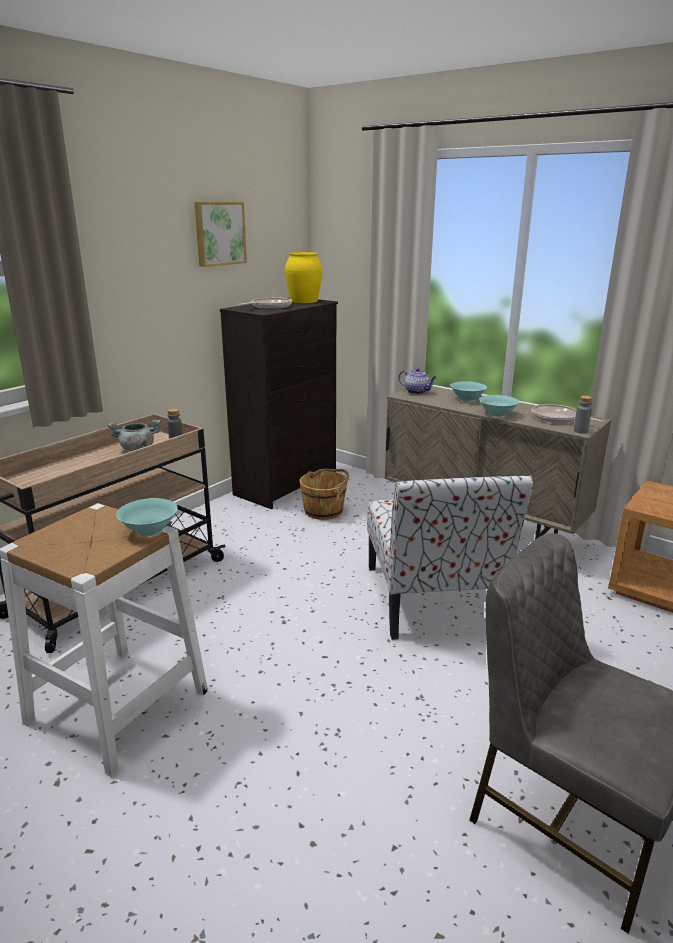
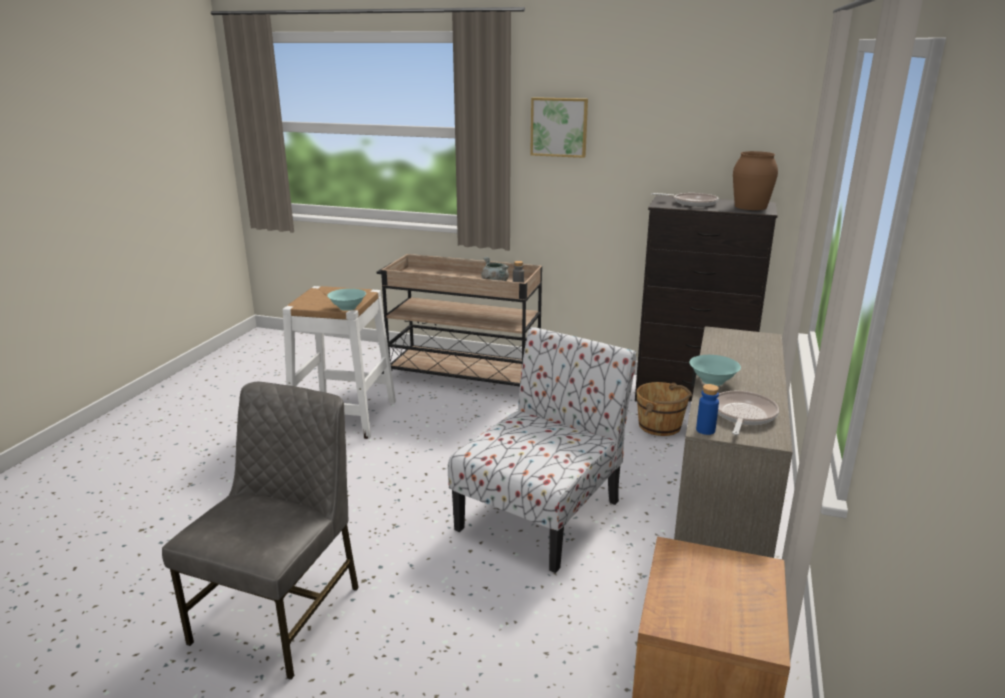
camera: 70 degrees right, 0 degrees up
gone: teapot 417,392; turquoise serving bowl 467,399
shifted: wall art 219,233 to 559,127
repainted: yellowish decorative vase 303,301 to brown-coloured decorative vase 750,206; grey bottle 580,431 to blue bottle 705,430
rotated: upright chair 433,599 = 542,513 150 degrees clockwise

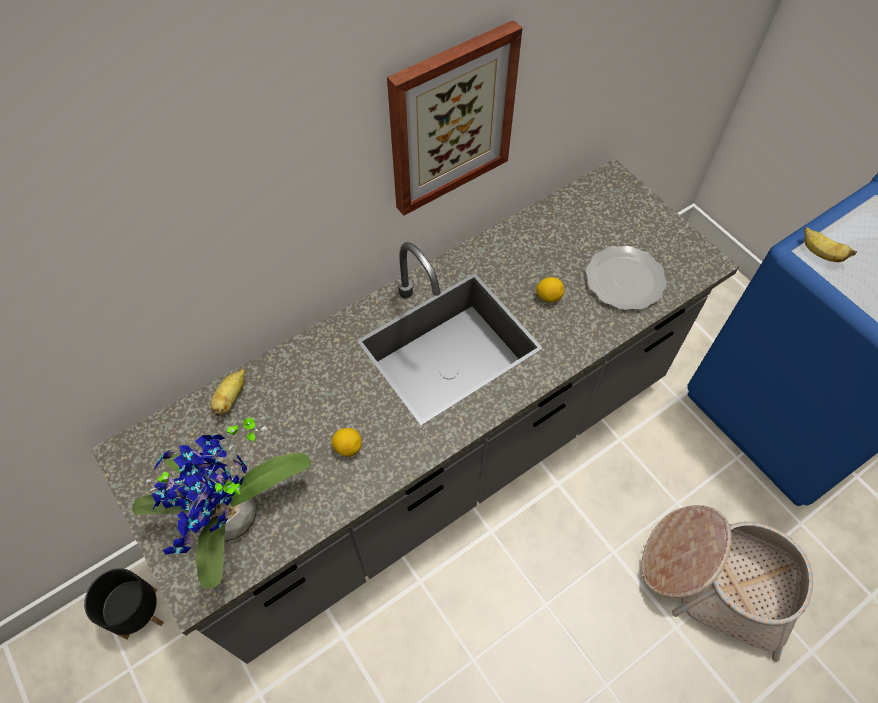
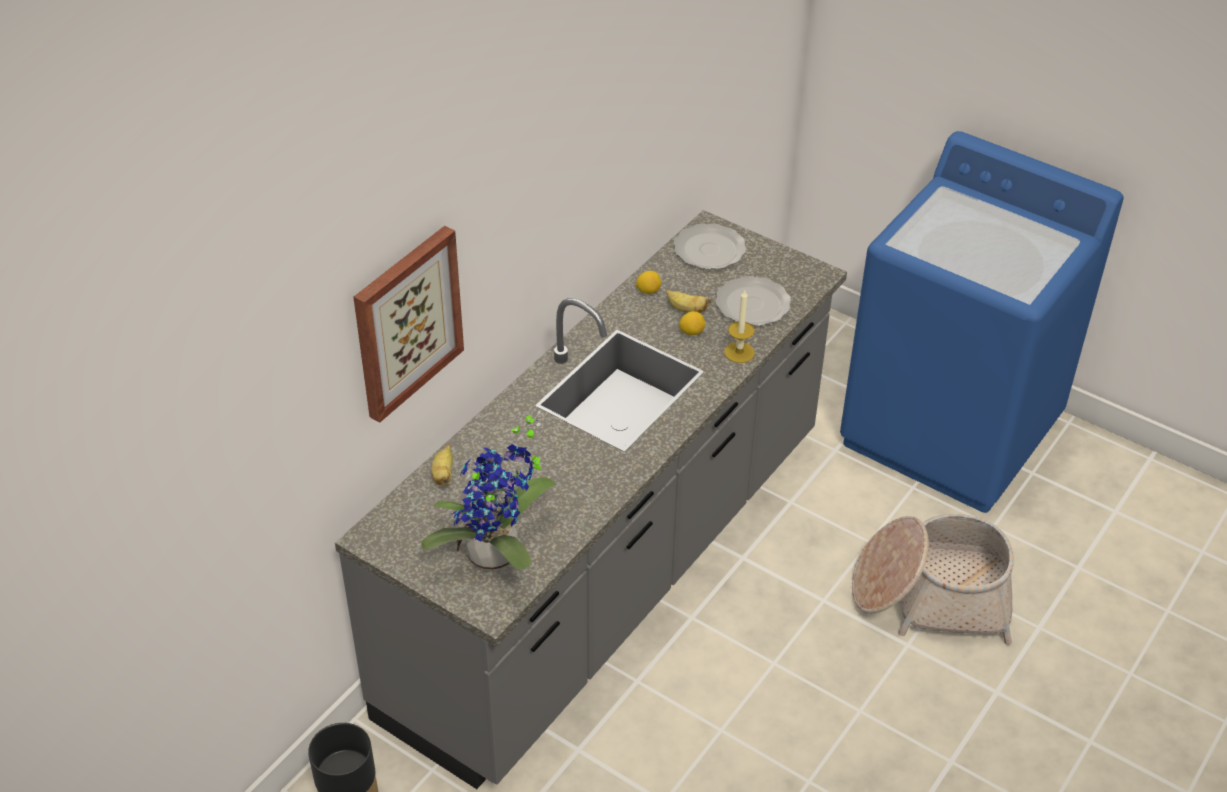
camera: 20 degrees left, 15 degrees down
new: flat dish 710,249; wax candle 739,352
shifted: citrus fruit 348,447 to 648,291; wall art 450,120 to 406,322; banana fruit 820,253 to 686,310

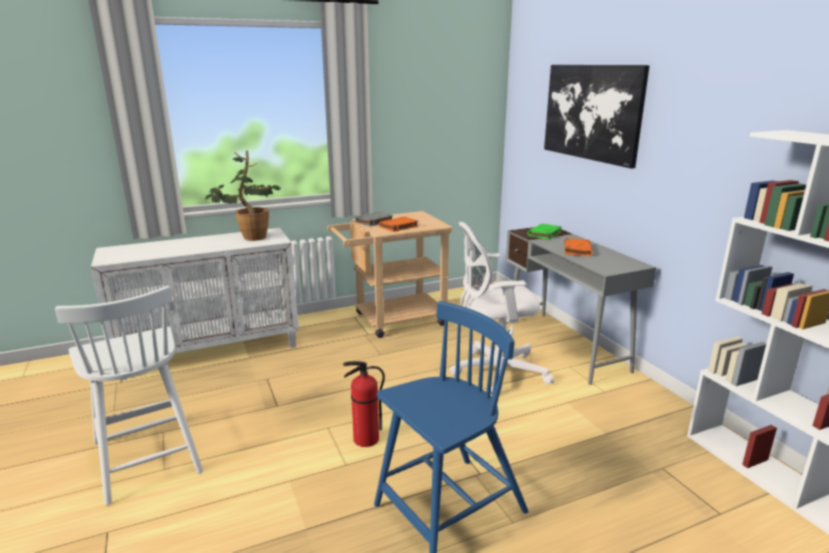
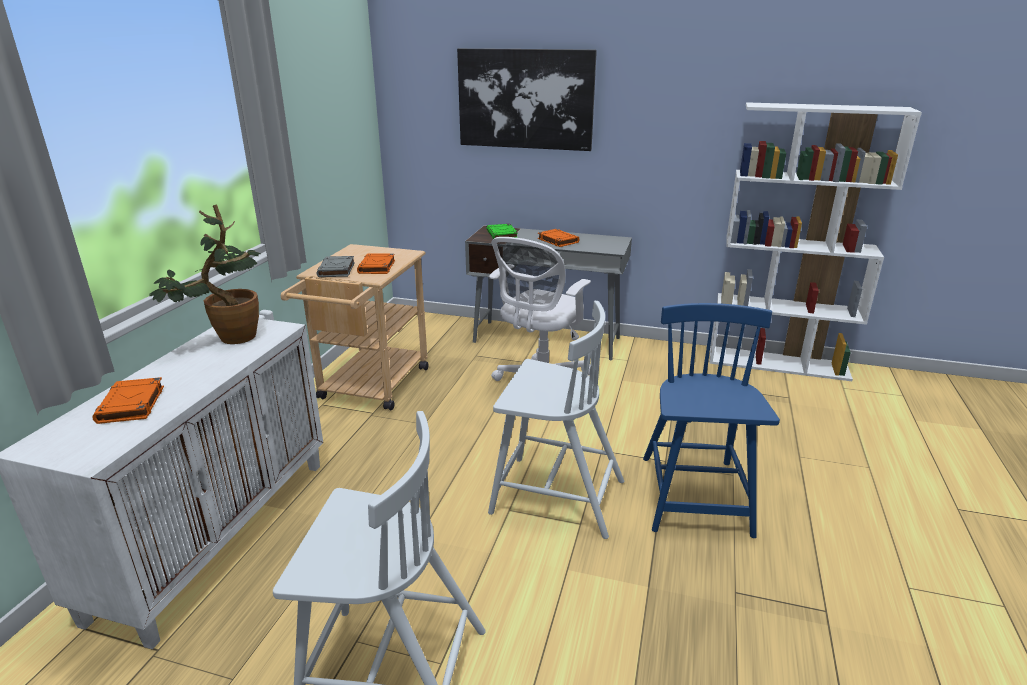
camera: 50 degrees left, 5 degrees up
new: orange-coloured bound book 131,405
swapped: fire extinguisher 365,439 to white-coloured upright chair 555,496

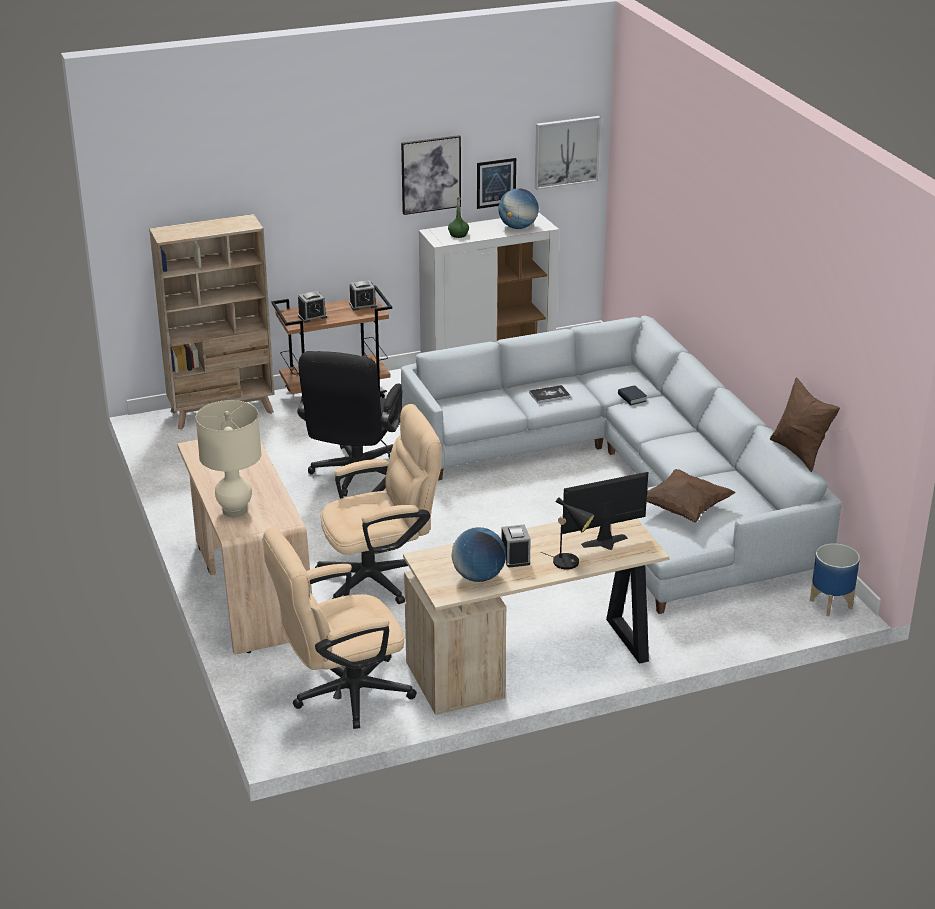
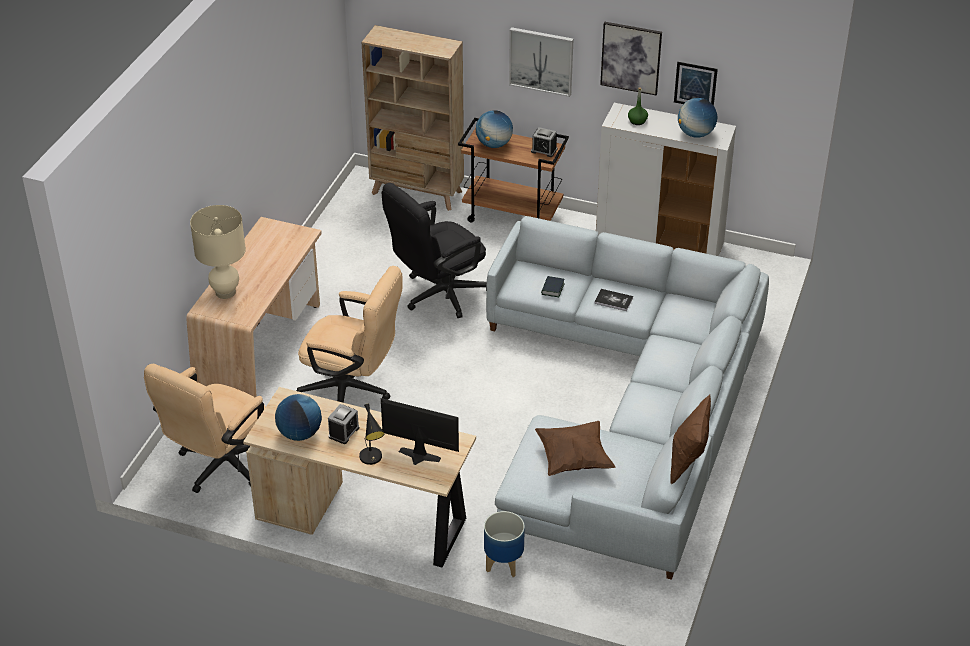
camera: 40 degrees right, 10 degrees up
shifted: wall art 566,152 to 541,61; bound book 632,398 to 552,289; flower pot 831,604 to 503,564
swapped: table clock 312,316 to world globe 494,144
rotated: beige desk chair 341,694 = 219,467 75 degrees counterclockwise

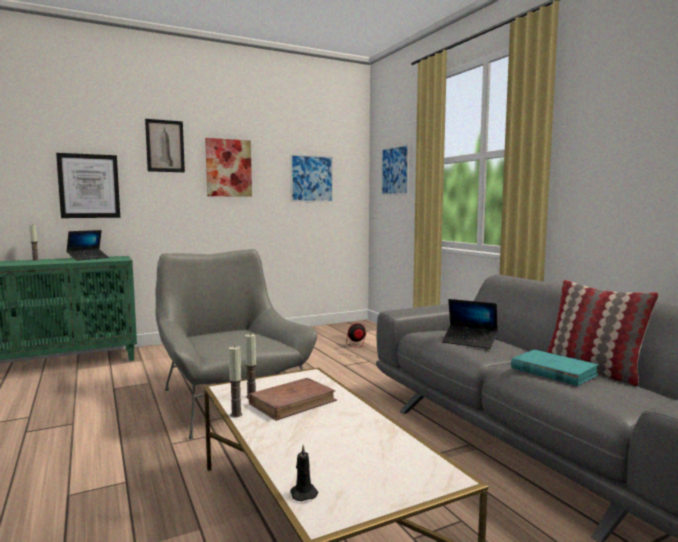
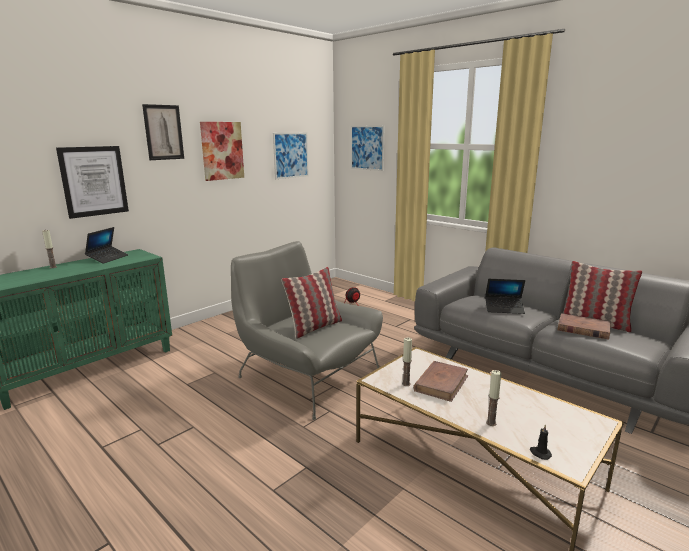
camera: 20 degrees left, 10 degrees up
new: pillow 314,327
shifted: wax candle 236,414 to 491,423
repainted: turquoise bound book 553,371 to brown-coloured bound book 582,329

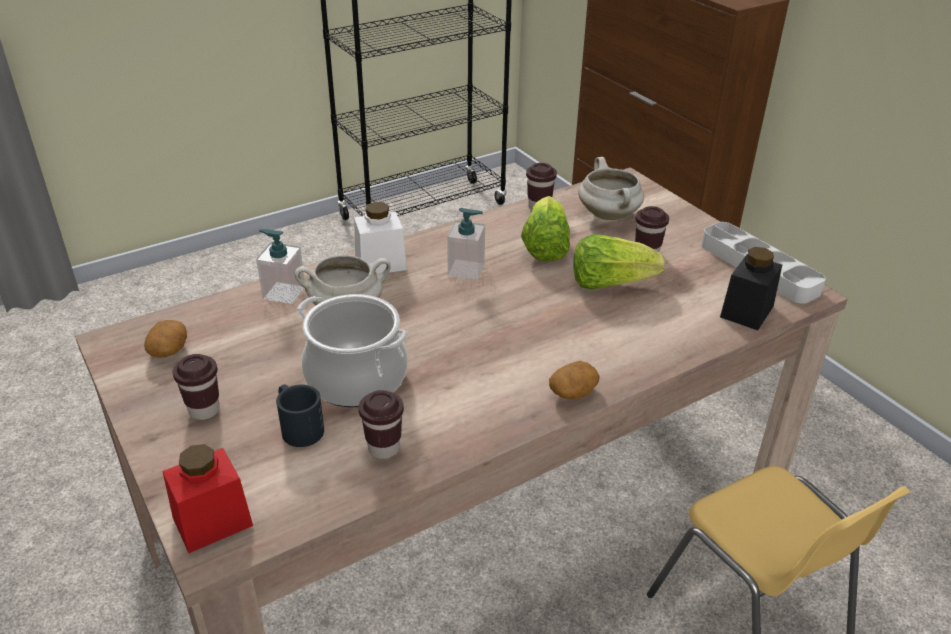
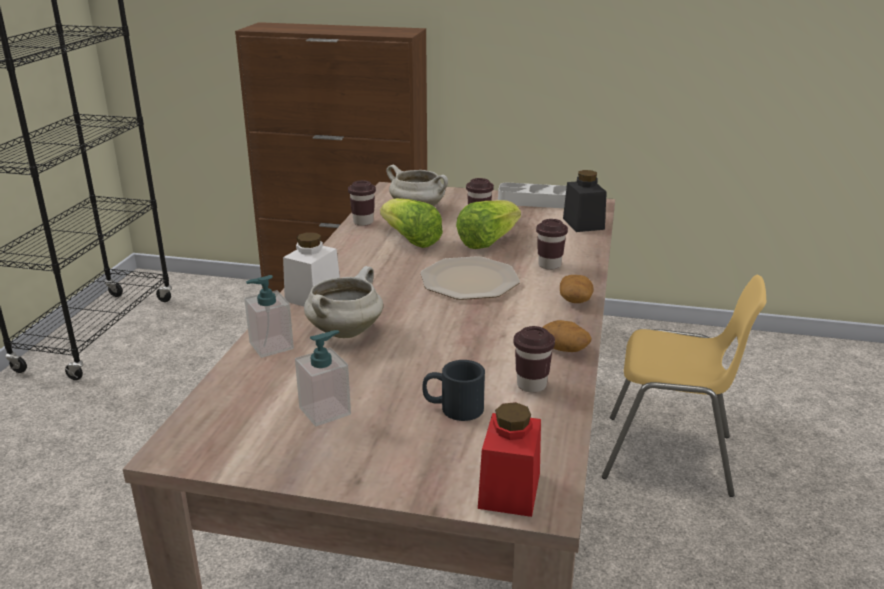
camera: 45 degrees left, 10 degrees down
gone: saucepot 356,379
new: flat dish 469,281
shifted: whole potato 168,350 to 565,348; brown-coloured cup 204,410 to 549,265; soap bottle 466,269 to 325,411

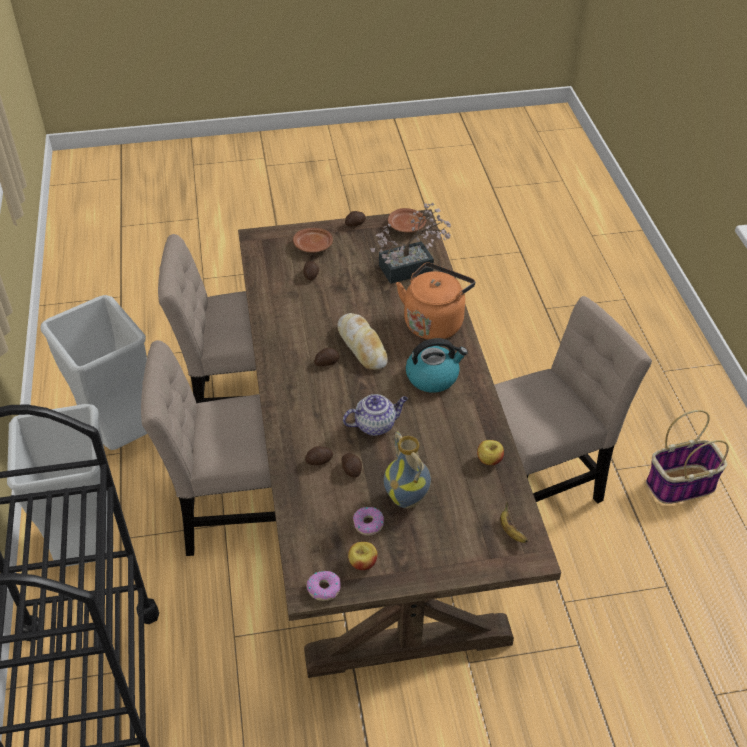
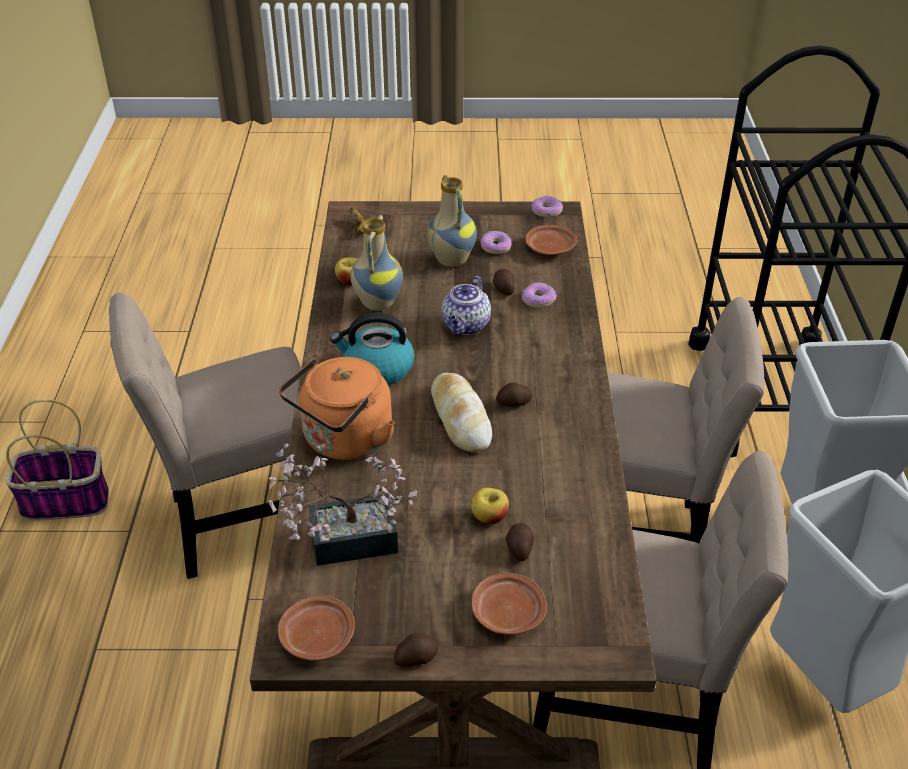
camera: 170 degrees left, 5 degrees down
new: decorative vase 376,303; brown-coloured flat dish 550,248
shifted: apple 362,563 to 489,517
swapped: whole potato 319,461 to ring doughnut 538,300
rotated: teapot 376,425 = 466,326 60 degrees counterclockwise

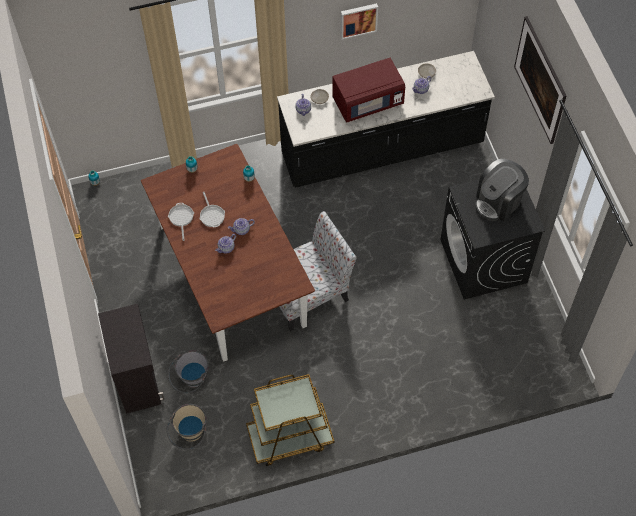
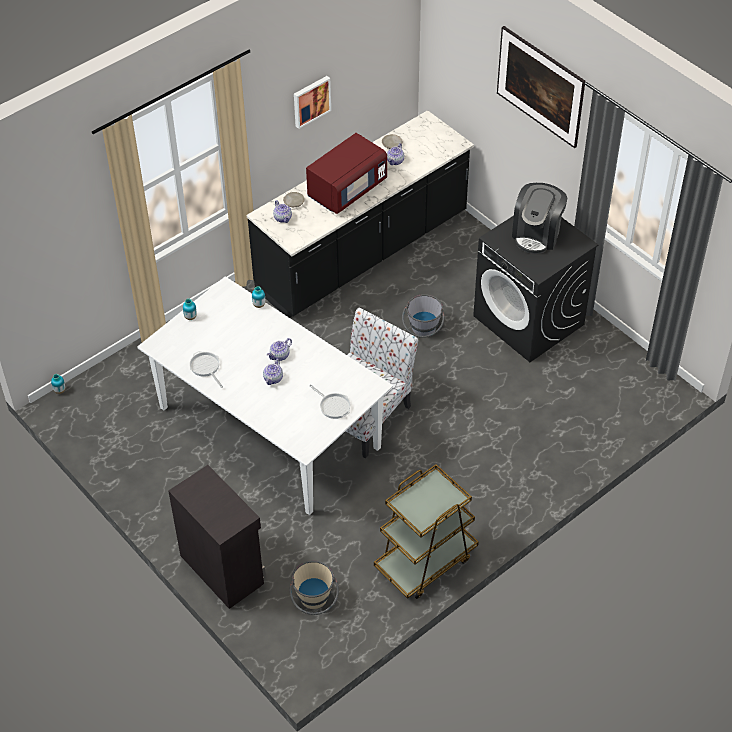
camera: 25 degrees left, 10 degrees down
shifted: grey bucket 191,381 to 423,332; pan 212,215 to 333,406
repainted: brown-coloured kitchen table 232,275 to white-coloured kitchen table 270,427

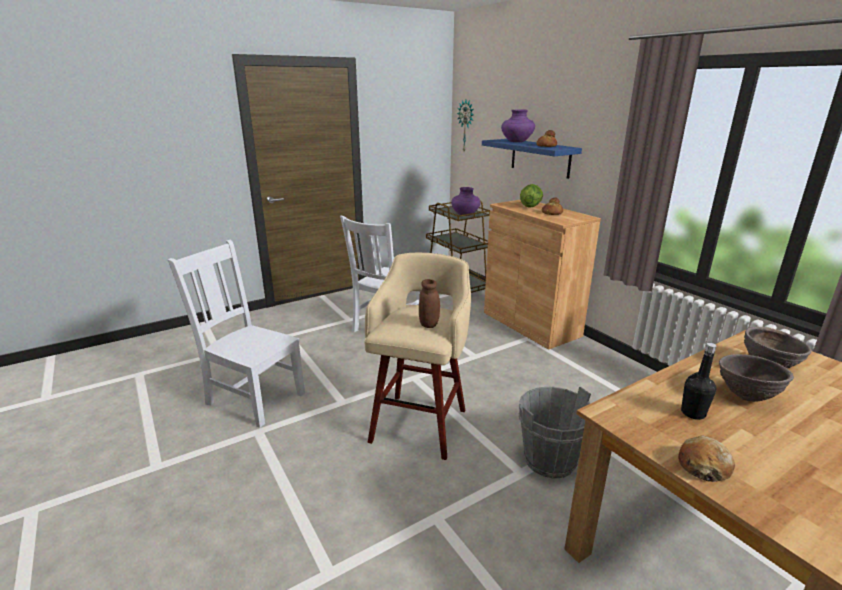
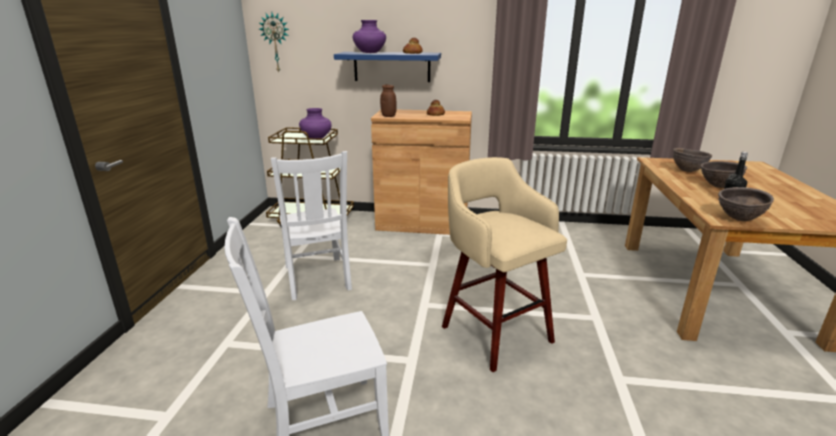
camera: 50 degrees left, 0 degrees up
gone: grey bucket 549,461; lettuce 530,206; bakery bread 703,466
new: brown-coloured serving bowl 738,219
shifted: brown-coloured jar 429,324 to 388,116

